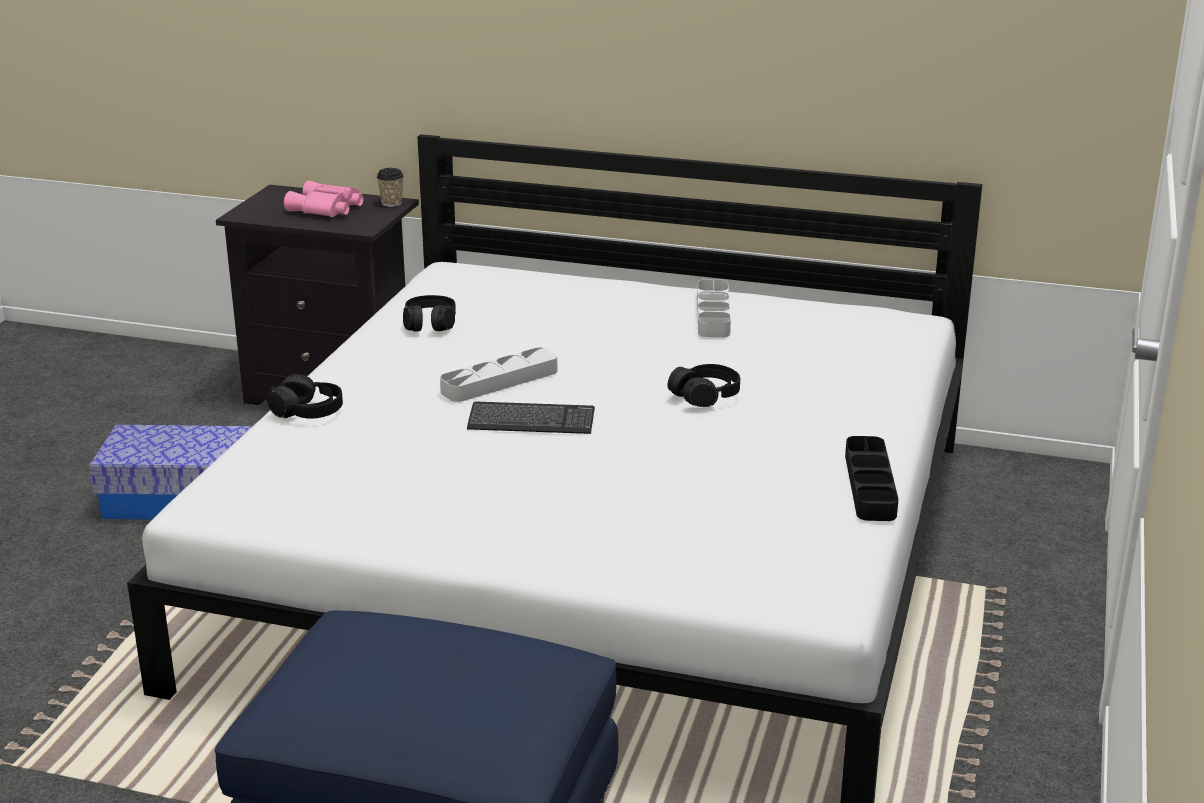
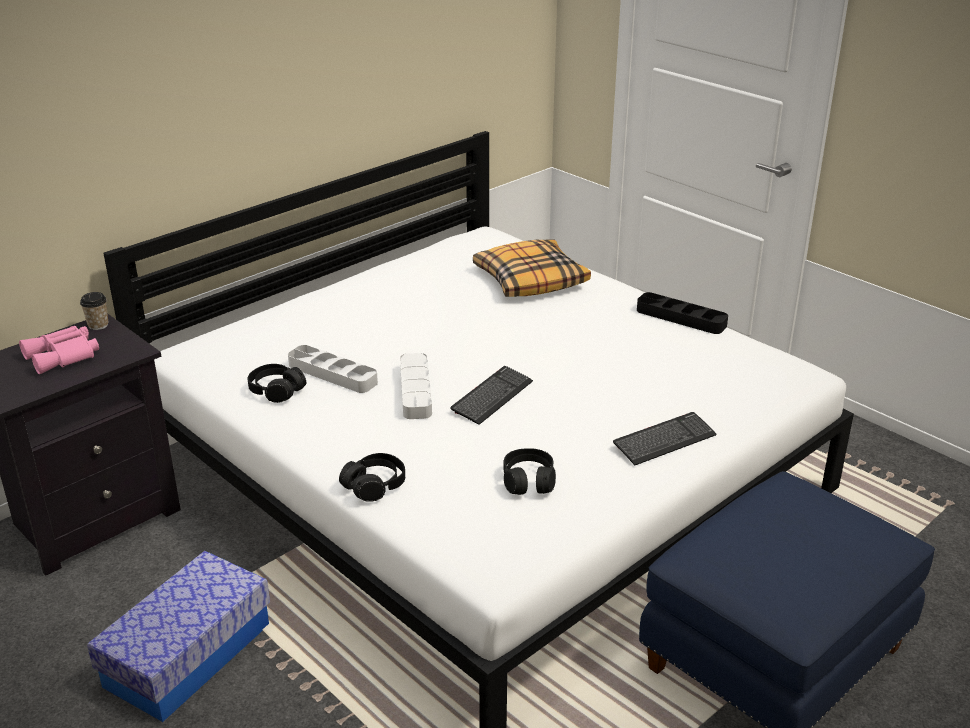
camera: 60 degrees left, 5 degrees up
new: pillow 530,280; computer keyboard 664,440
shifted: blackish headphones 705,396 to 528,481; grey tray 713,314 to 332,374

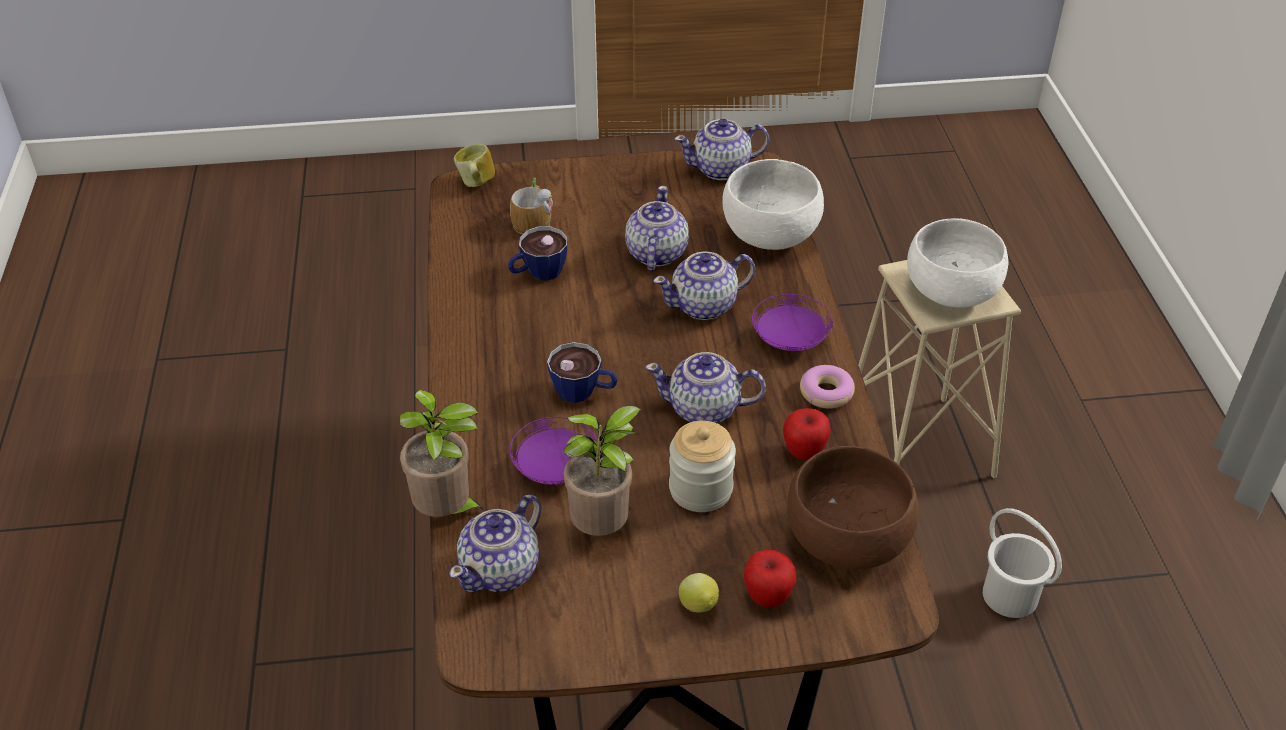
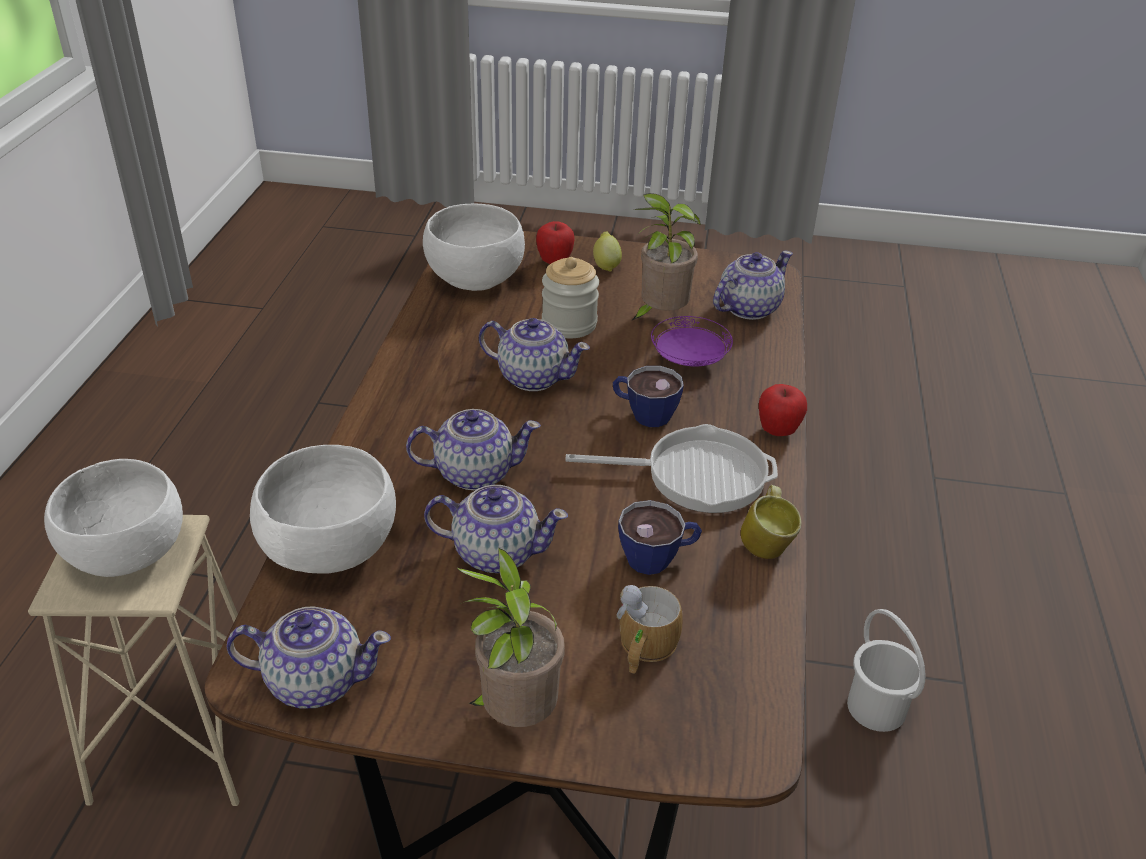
camera: 165 degrees left, 5 degrees down
gone: purplish flat dish 790,340; ring doughnut 826,392
new: pan 696,475
shifted: plant in a pot 447,512 to 514,715; tea mug 475,184 to 767,544; apple 804,452 to 778,431; white-coloured bucket 1010,594 to 876,708
repainted: brown-coloured serving bowl 847,539 to white-coloured serving bowl 474,277
rotated: teapot 655,254 = 495,552 105 degrees counterclockwise

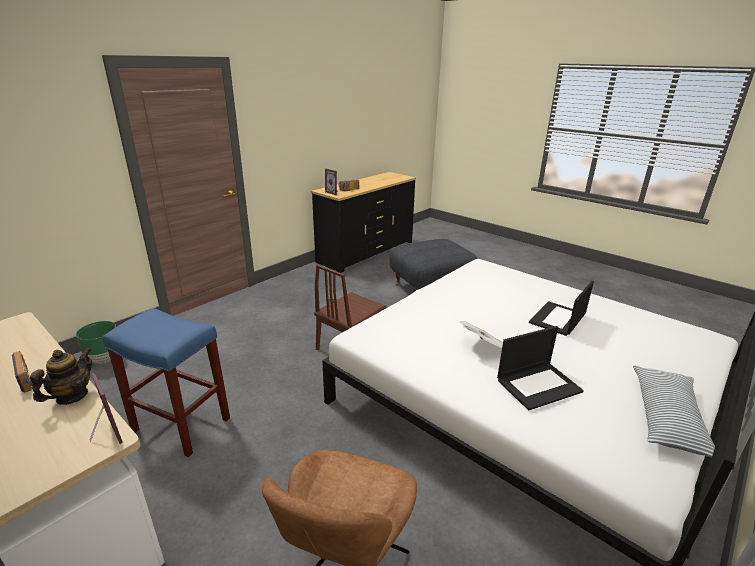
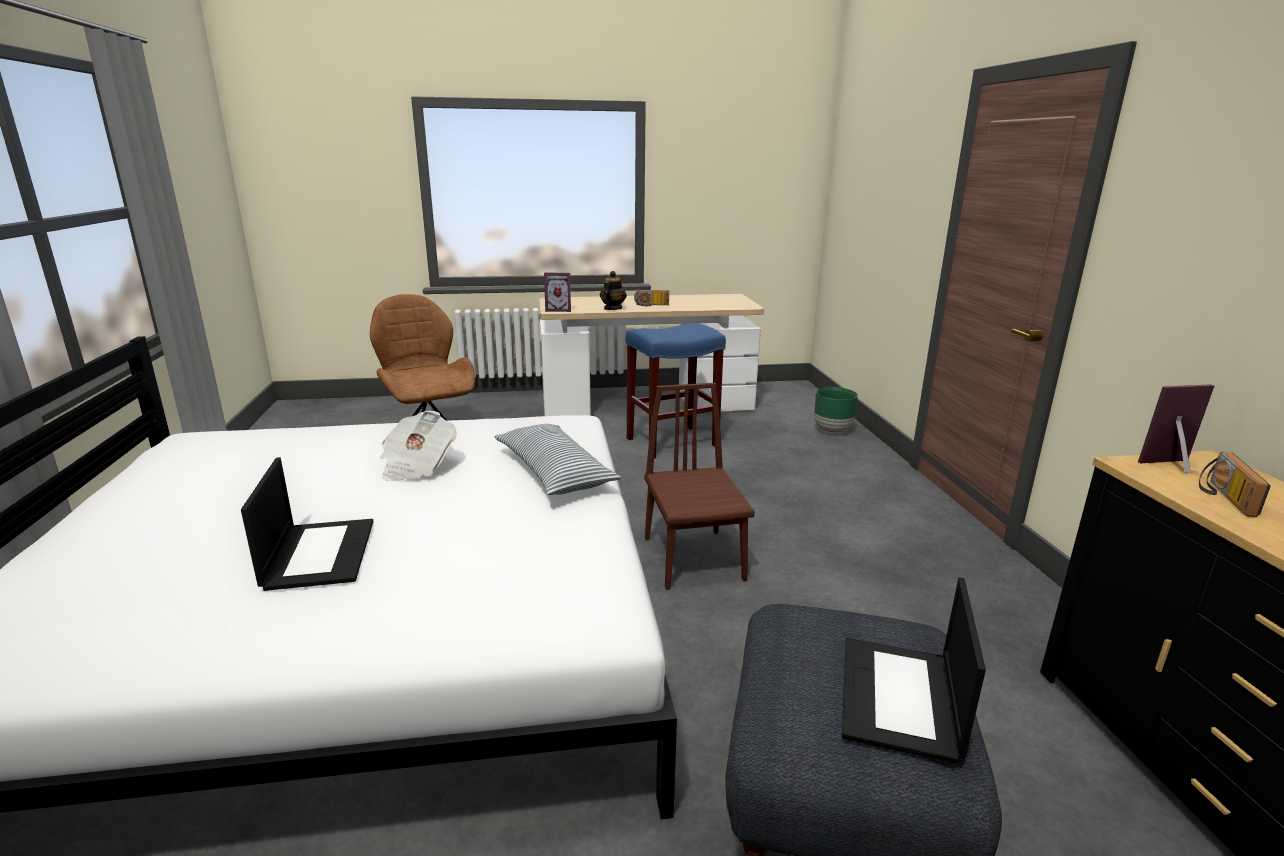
camera: 130 degrees right, 5 degrees down
shifted: laptop 539,385 to 900,699; pillow 668,418 to 554,472
rotated: teapot 72,396 = 612,309 135 degrees counterclockwise

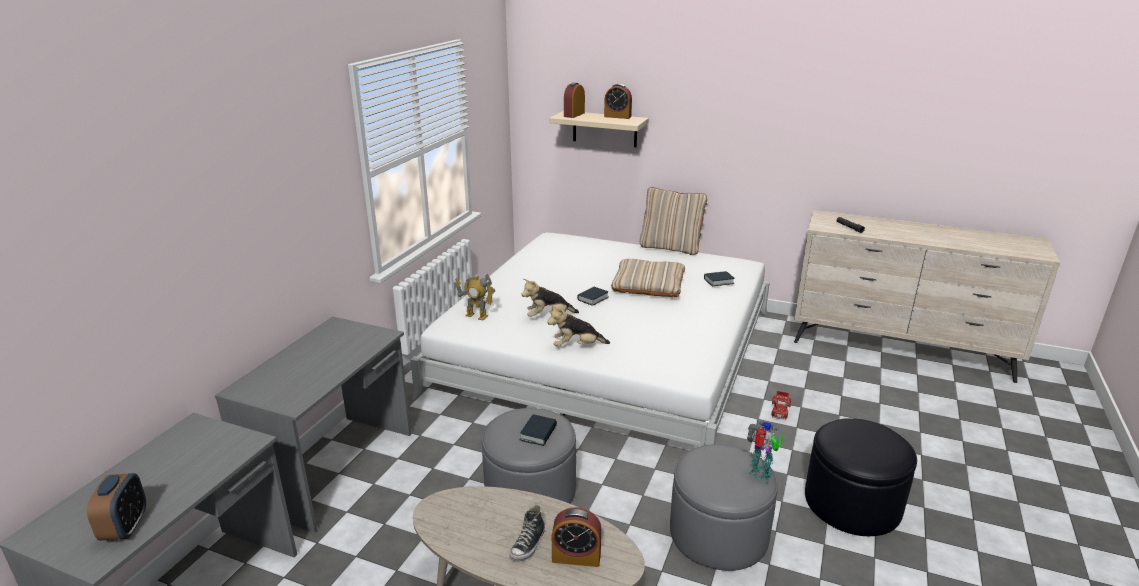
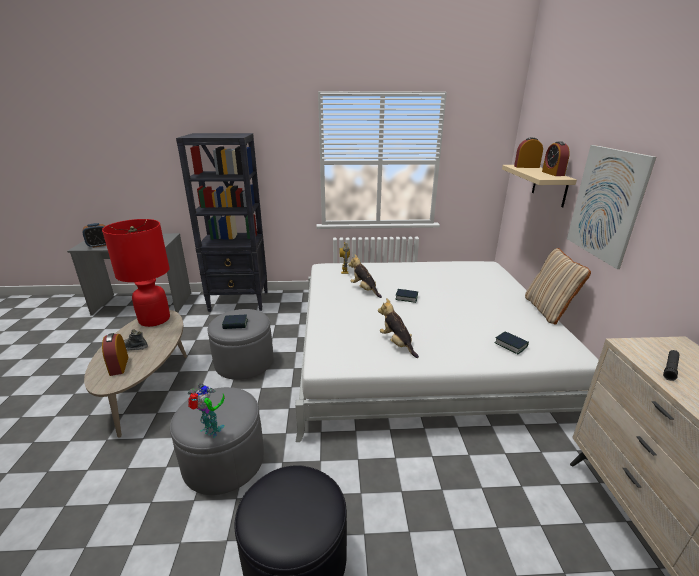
camera: 65 degrees right, 0 degrees up
gone: beige pillow 648,284; toy lorry 780,410
new: reddish tabletop lamp 154,319; wall art 606,204
shifted: plush toy 576,346 to 397,344
swapped: grey desk unit 335,469 to blackish bookshelf 239,301
rotated: model robot 760,475 = 211,431 75 degrees counterclockwise

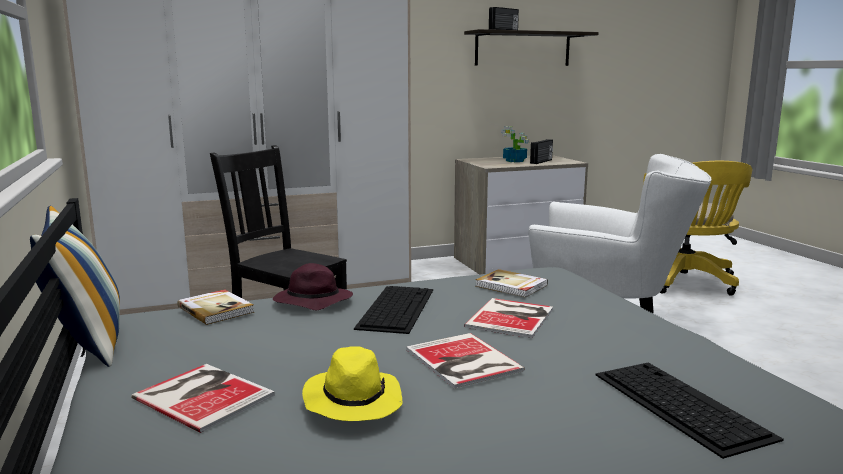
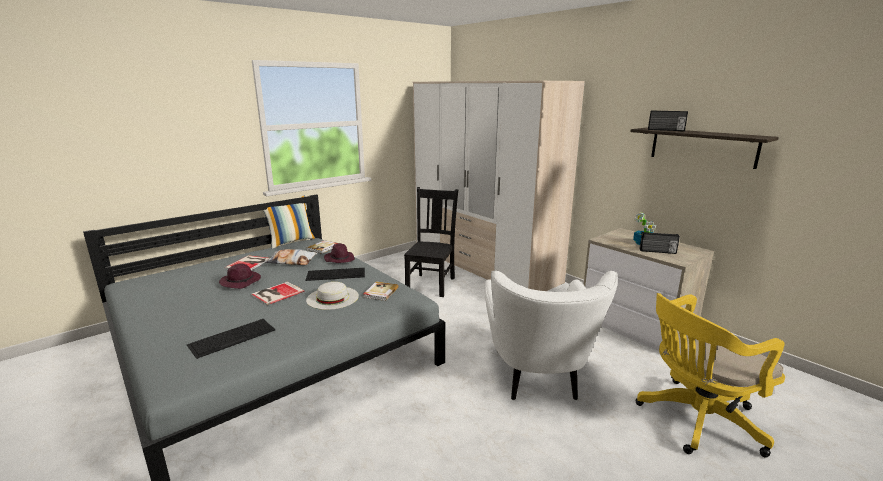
camera: 70 degrees right, 5 degrees up
new: pillow 292,261
swapped: bound book 513,317 to white-coloured wearable hat 332,297
repainted: yellowish wearable hat 352,401 to purplish wearable hat 241,281

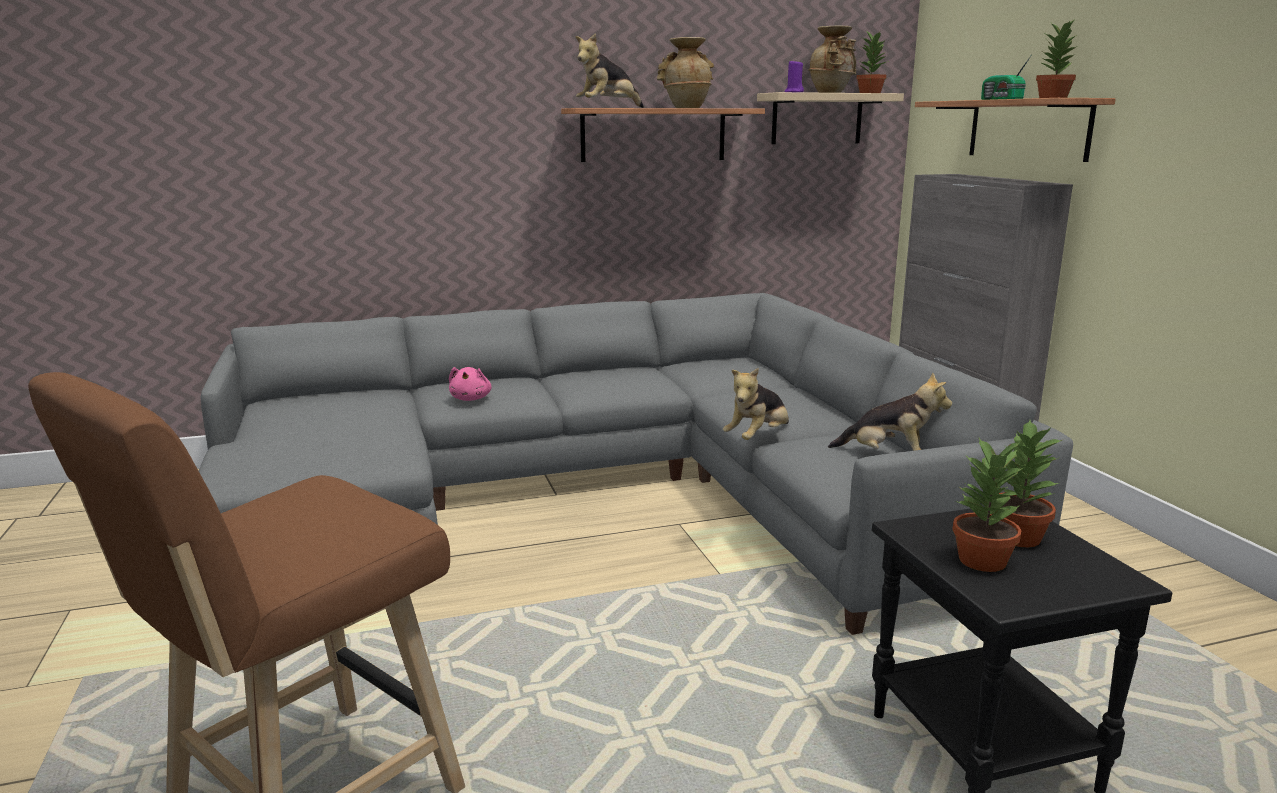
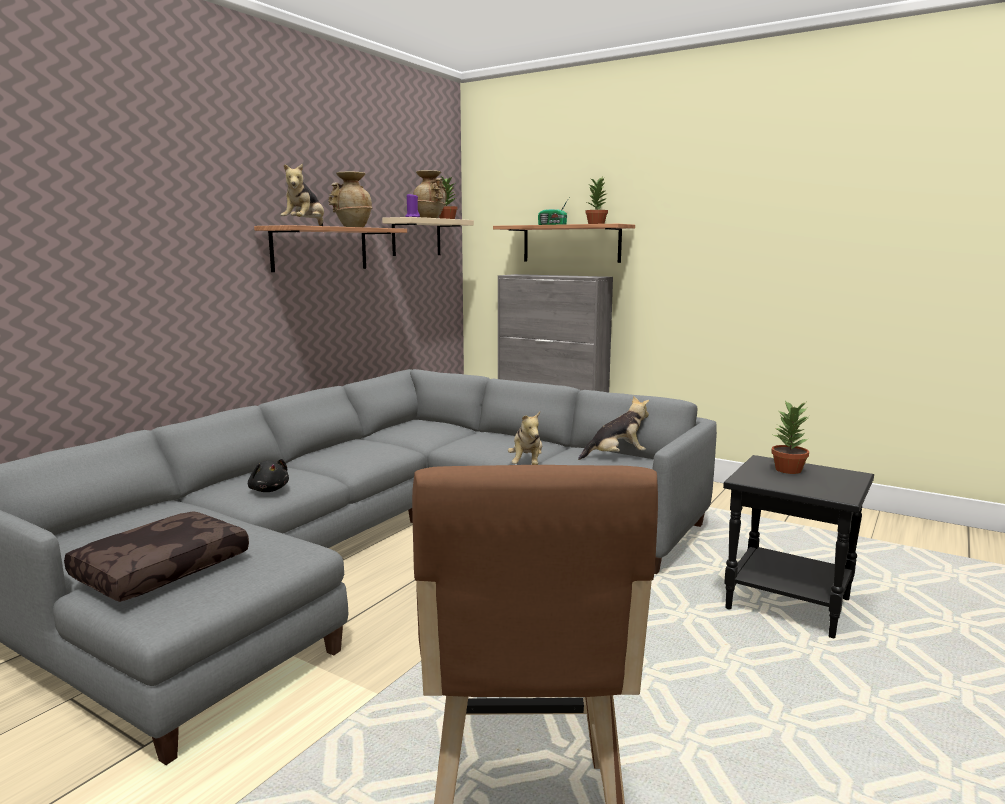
camera: 40 degrees left, 5 degrees down
gone: plant in a pot 983,561
new: brown-coloured pillow 162,569
repainted: pink-coloured plush toy 471,399 to blackish plush toy 269,490

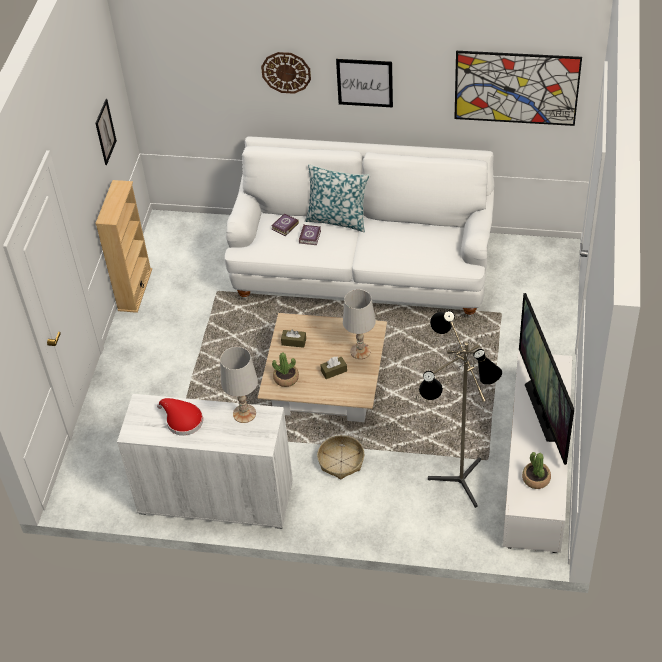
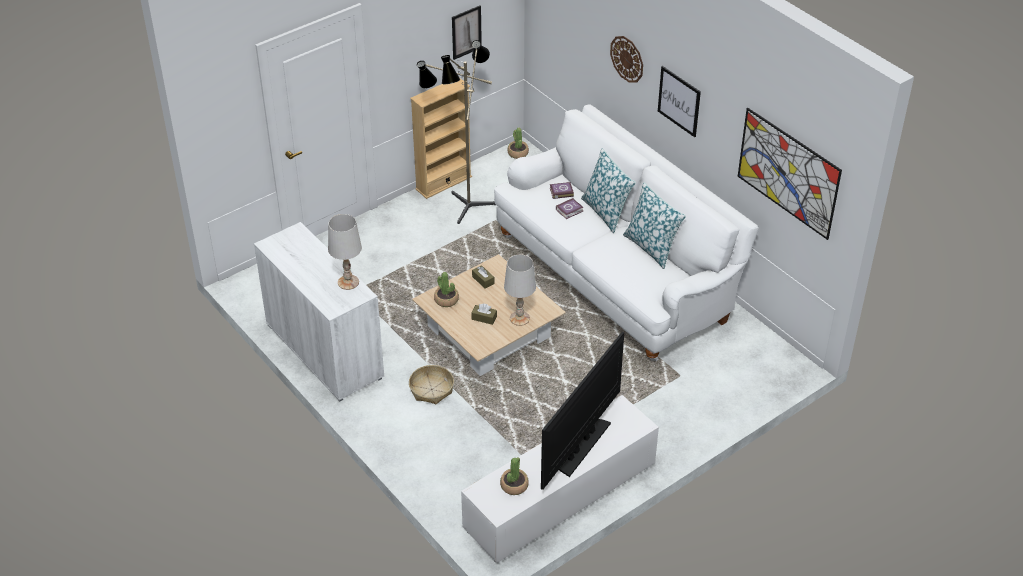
camera: 40 degrees right, 5 degrees down
gone: reddish wearable hat 182,420
new: plant in a pot 517,153; pillow 651,247
shifted: standard lamp 455,485 to 463,206

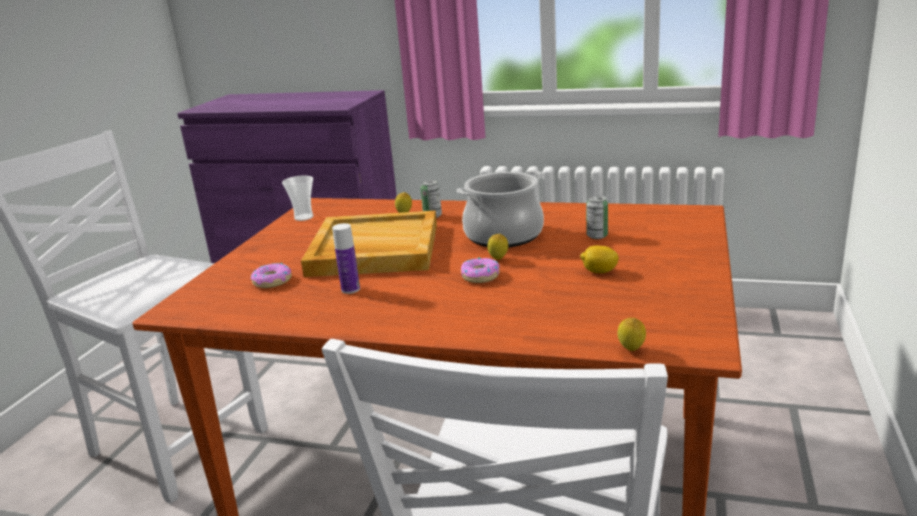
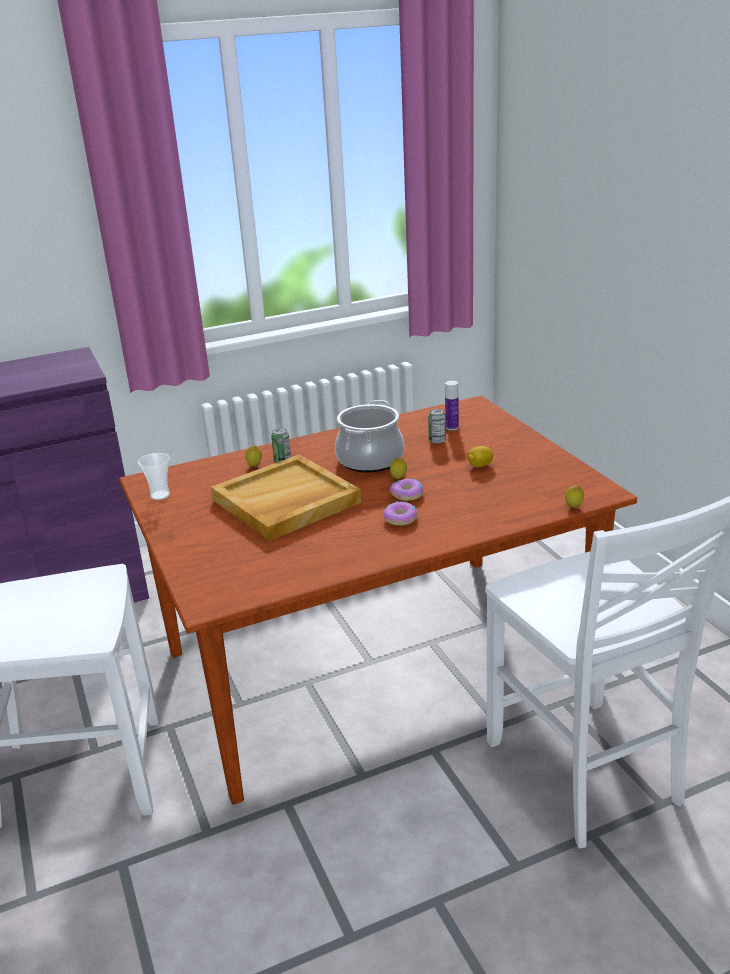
camera: 40 degrees left, 5 degrees up
shifted: ring doughnut 272,281 to 401,518; bottle 350,289 to 452,427

